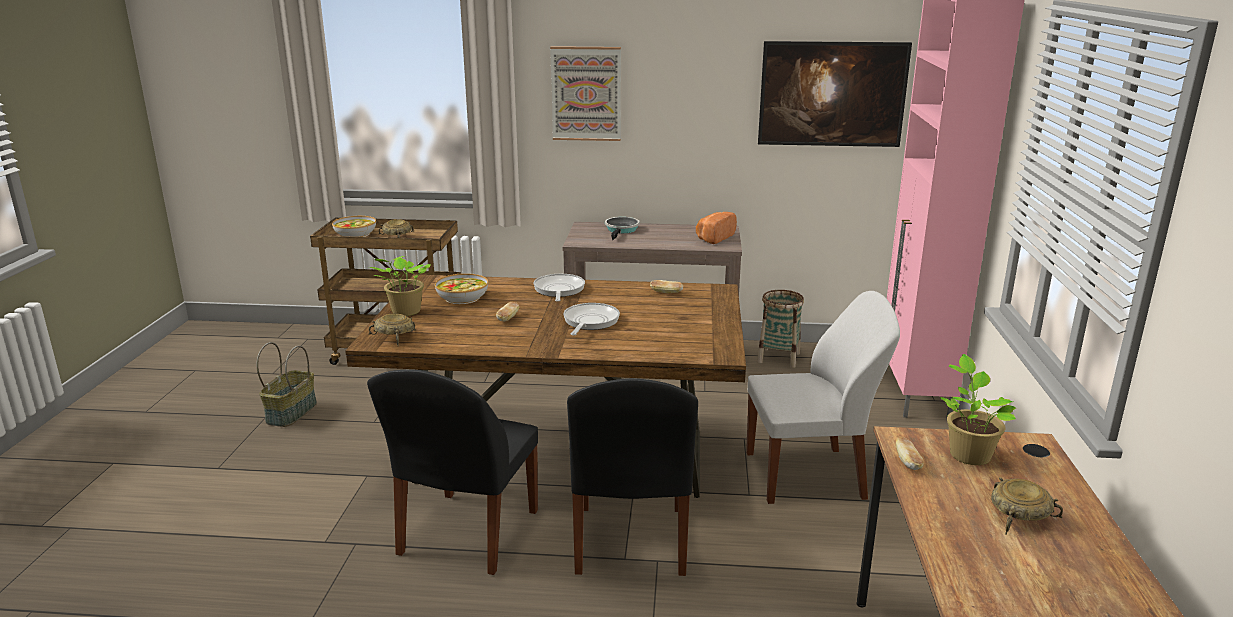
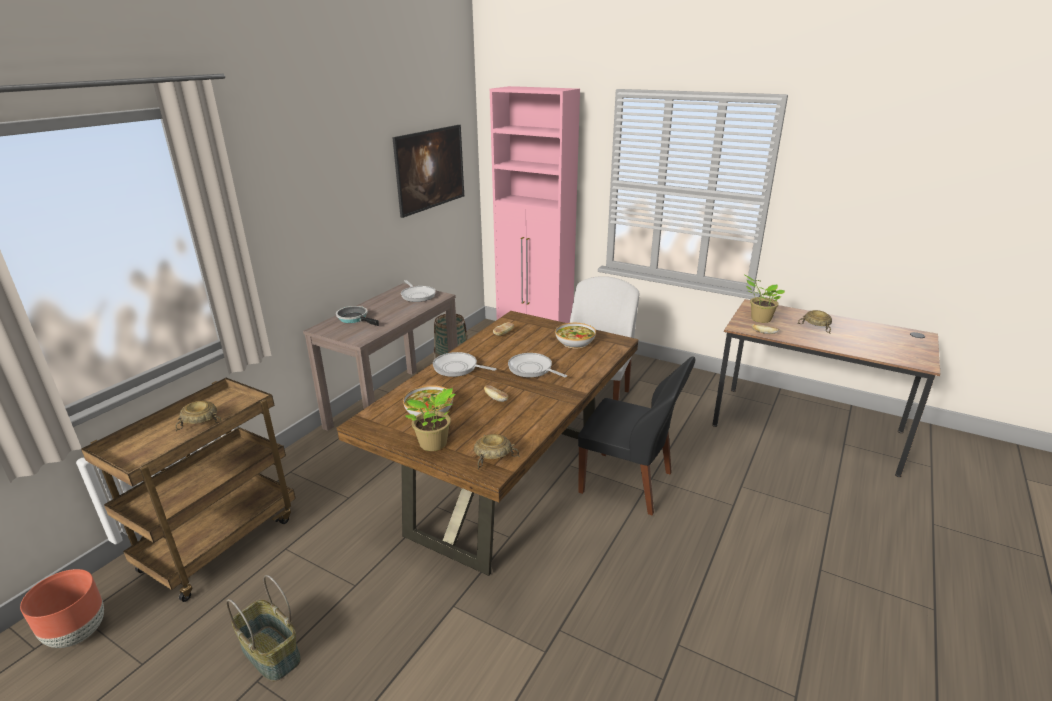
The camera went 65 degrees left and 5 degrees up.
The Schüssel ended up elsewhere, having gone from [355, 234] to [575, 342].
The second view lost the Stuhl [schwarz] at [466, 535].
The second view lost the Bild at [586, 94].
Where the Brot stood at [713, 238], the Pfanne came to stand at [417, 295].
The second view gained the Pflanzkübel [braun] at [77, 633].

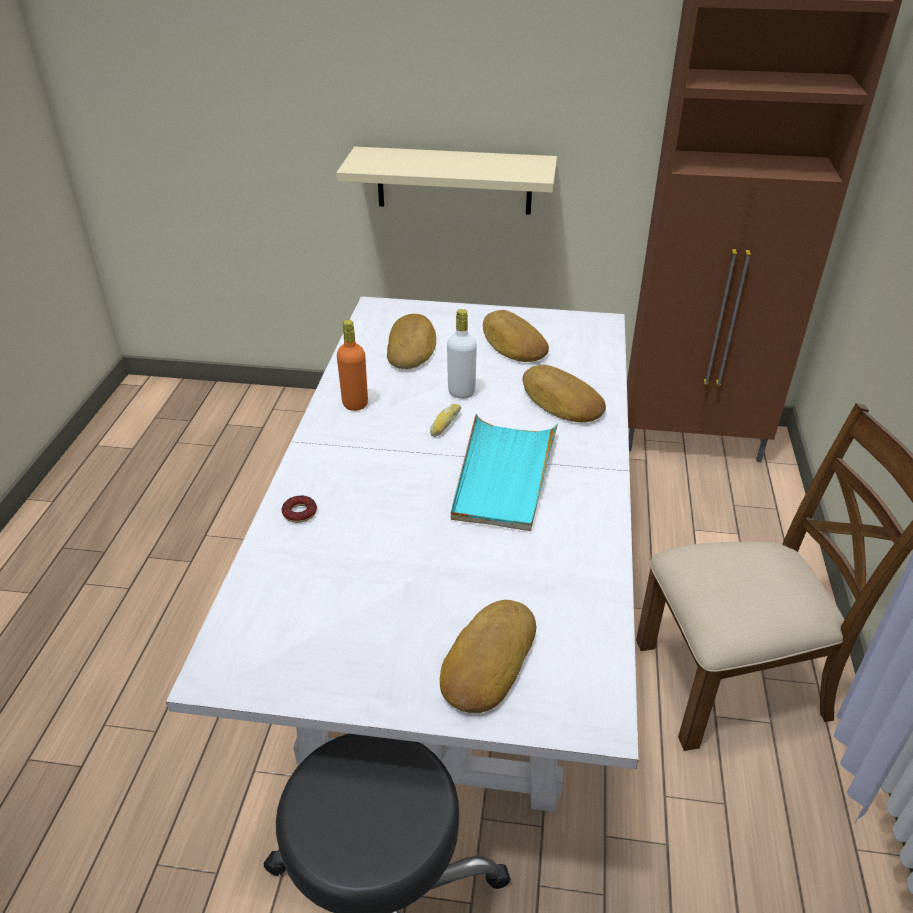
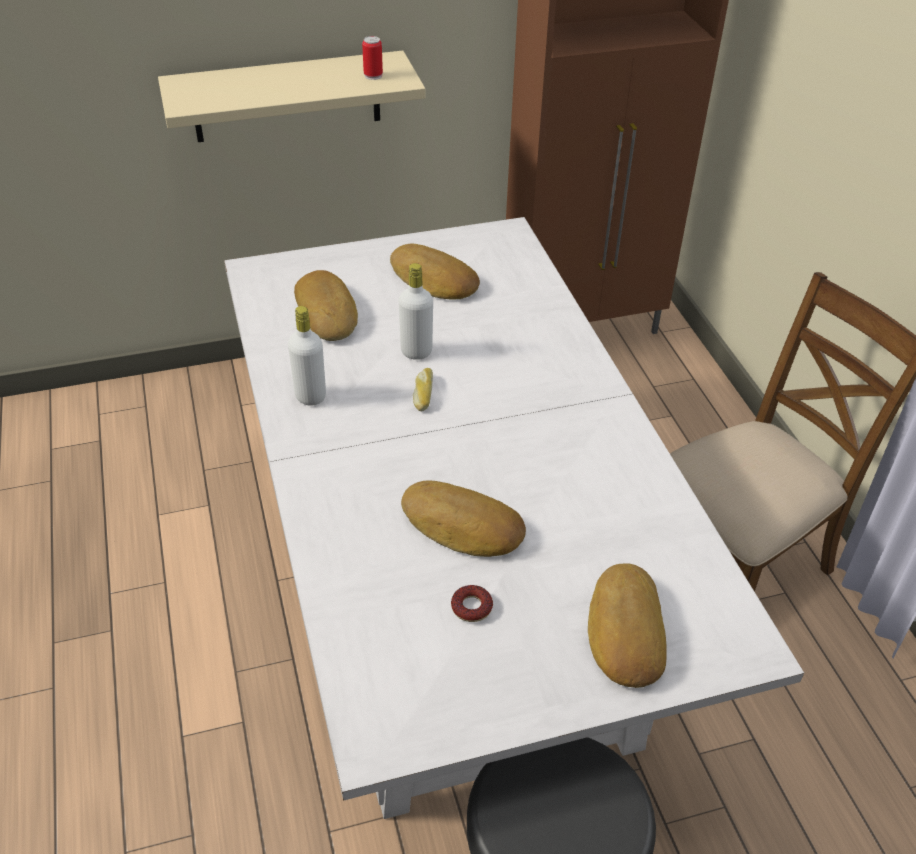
The camera went 25 degrees left and 5 degrees up.
The Donut ended up elsewhere, having gone from [300, 513] to [471, 607].
What was the Flasche [orange] at [355, 404] turned into the Flasche [weiß] at [310, 396].
The second view lost the Tablett [türkis] at [503, 476].
The Brot ended up elsewhere, having gone from [560, 402] to [462, 527].
The second view gained the Dose at [373, 75].

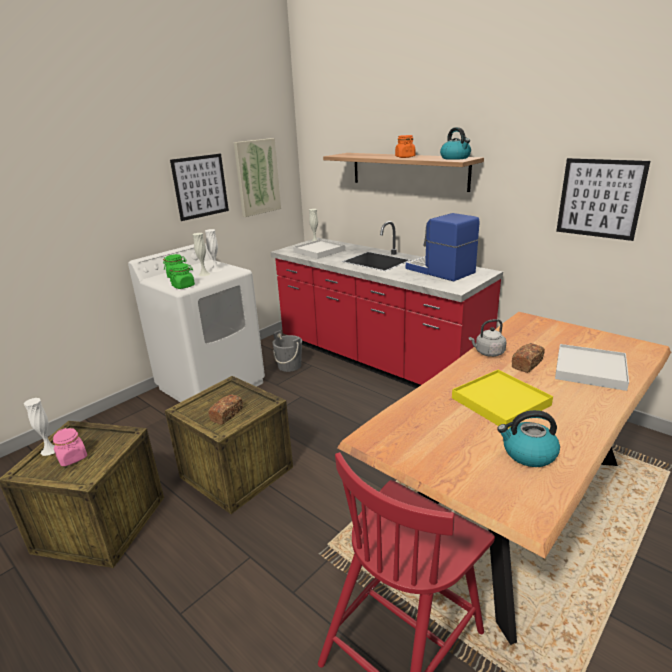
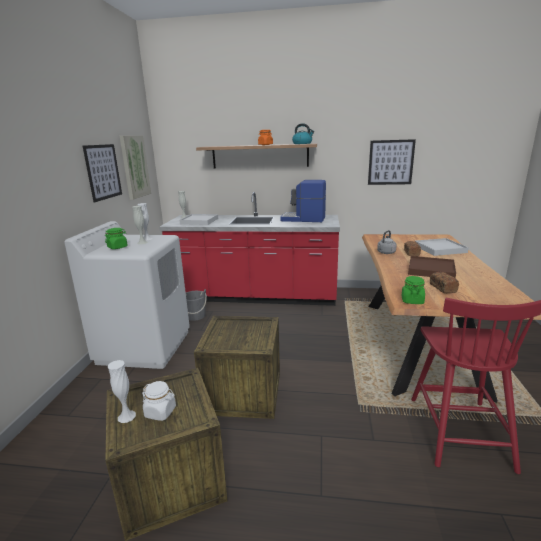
The camera went 35 degrees left and 5 degrees down.
What was the Vorratsglas [rosa] at [72, 458] turned into the Vorratsglas [weiß] at [160, 412].
The Vorratsglas [grün] ended up elsewhere, having gone from [183, 286] to [412, 300].
The Brot ended up elsewhere, having gone from [226, 415] to [442, 288].
What was the Tablett [gelb] at [500, 402] turned into the Tablett [braun] at [431, 270].
The second view lost the Wasserkessel at [528, 454].

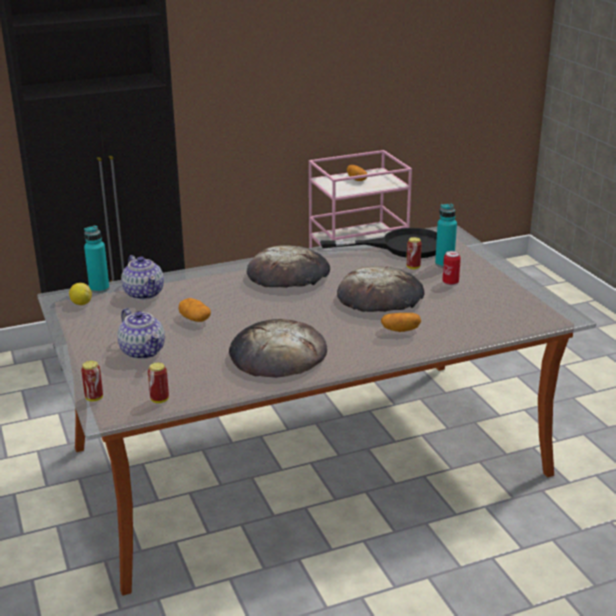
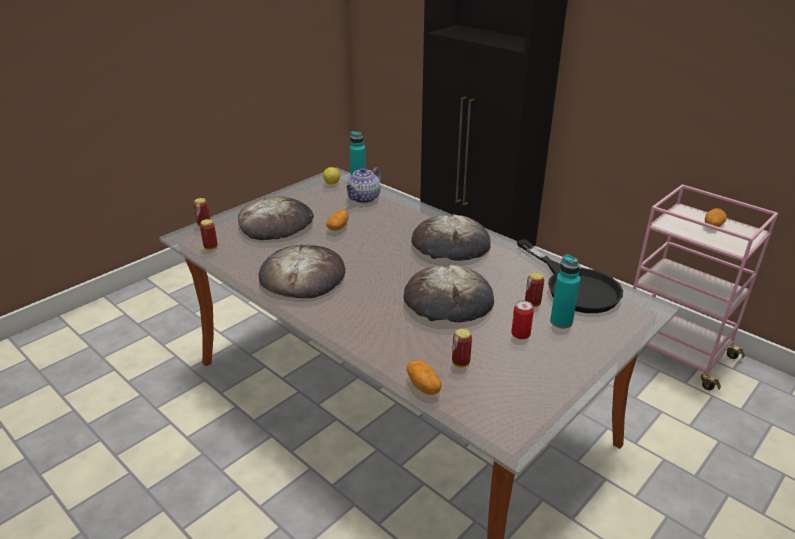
The camera went 65 degrees right and 5 degrees up.
Where the Teekanne stood at [143, 351], the Brot came to stand at [276, 223].
The Kartoffel ended up elsewhere, having gone from [400, 330] to [423, 386].
The second view gained the Dose at [460, 363].

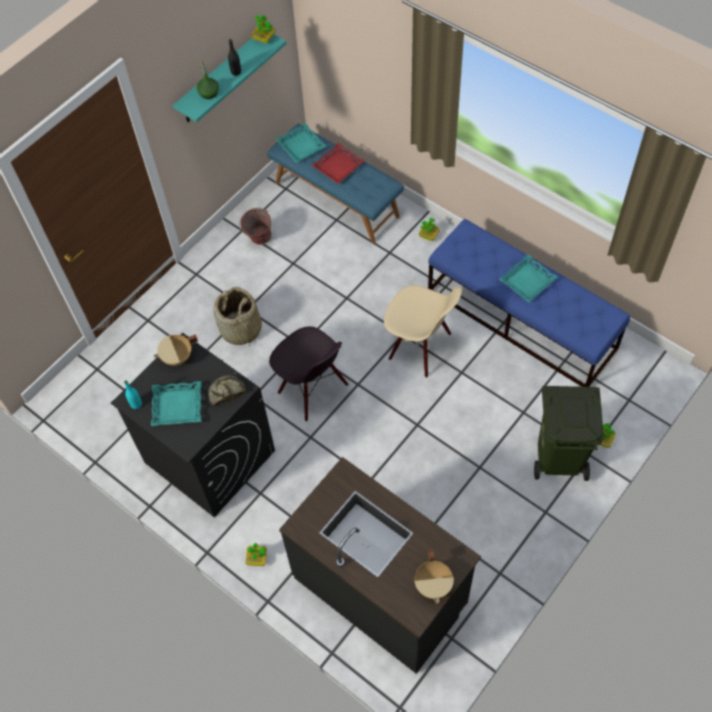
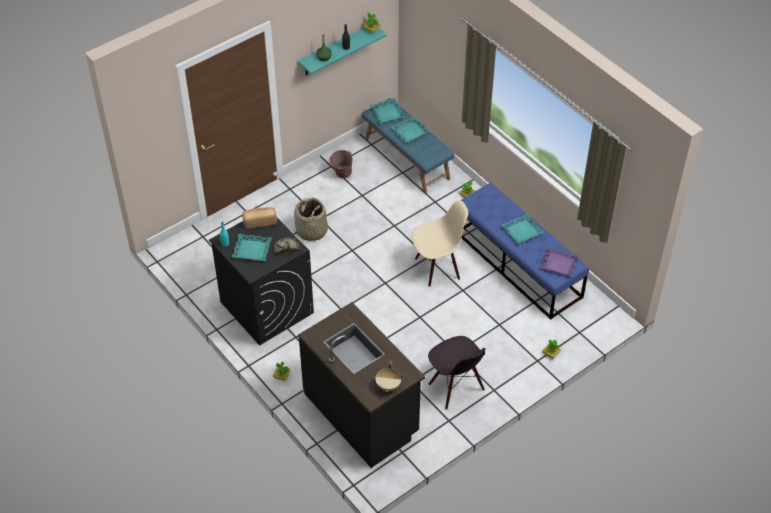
The camera went 10 degrees right and 10 degrees down.
Where the Kochtopf [beige] stood at [177, 358], the Brot came to stand at [260, 222].
The Stuhl [schwarz] ended up elsewhere, having gone from [312, 389] to [455, 387].
What was the Tablett [rot] at [338, 167] turned into the Tablett [türkis] at [410, 132].
The Stuhl [beige] at [419, 347] ended up facing another way, 60 degrees counterclockwise from before.
The second view lost the Mülleimer [grün] at [560, 457].
The second view gained the Tablett [lila] at [558, 264].

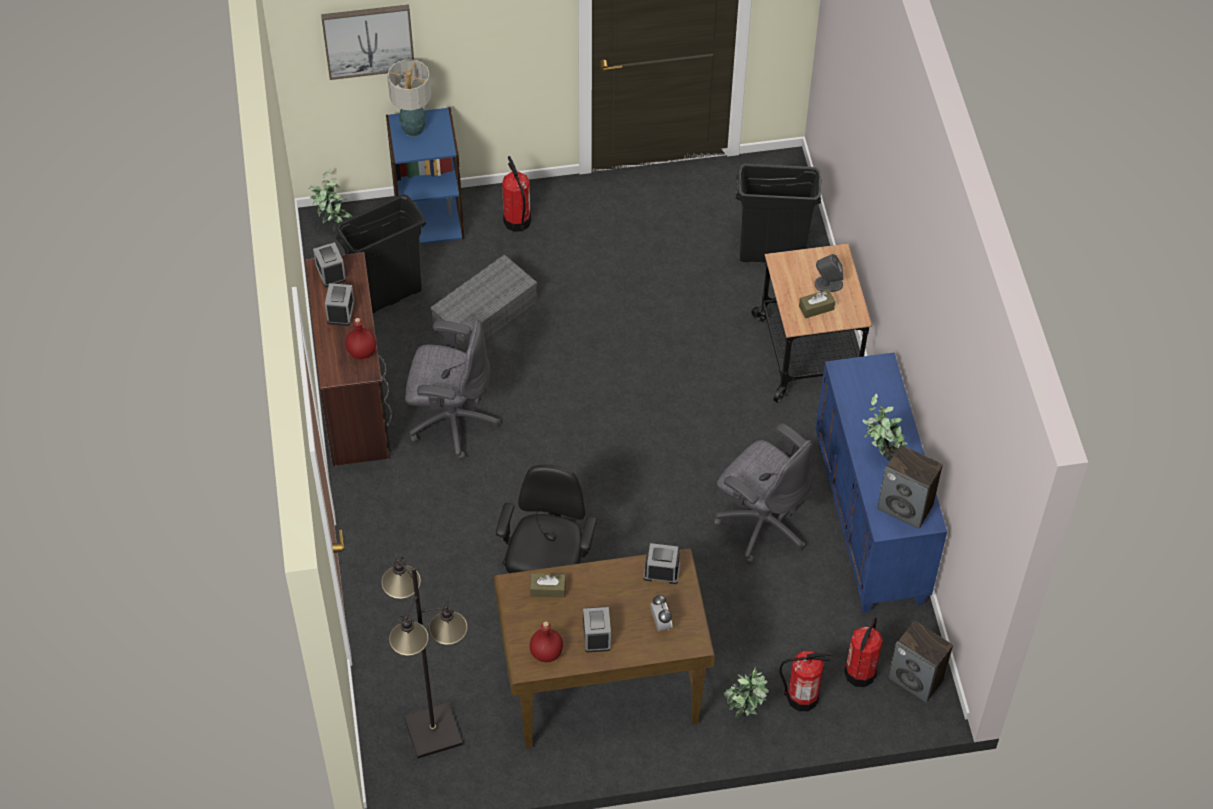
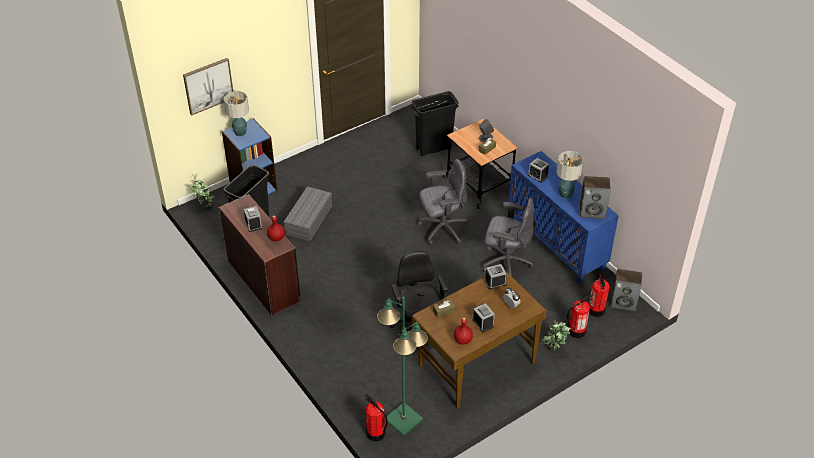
The camera went 25 degrees left and 10 degrees down.
The Wecker ended up elsewhere, having gone from [330, 272] to [537, 175].
What was the Stehlampe [schwarz] at [433, 730] turned into the Stehlampe [grün] at [403, 419].
The Bürostuhl [grau] ended up elsewhere, having gone from [451, 421] to [442, 229].
The Feuerlöscher ended up elsewhere, having gone from [517, 221] to [376, 433].
Where the Topfpflanze stood at [880, 455], the Tischlampe came to stand at [565, 194].

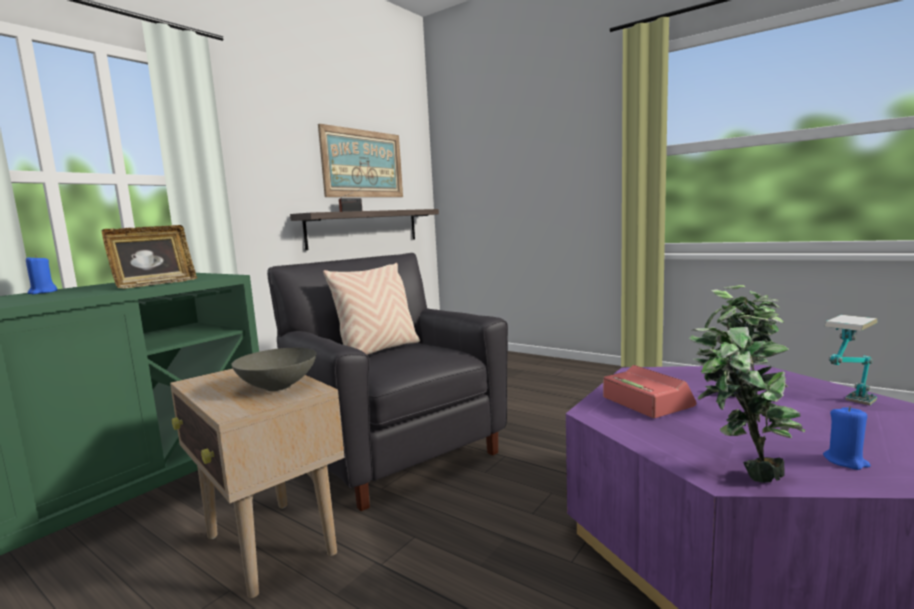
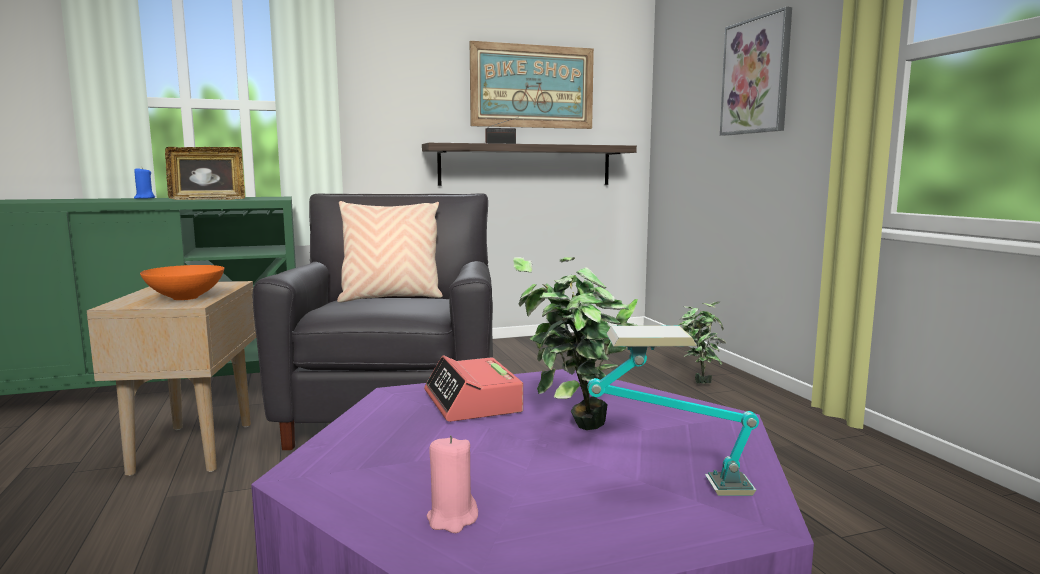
The camera went 35 degrees right and 0 degrees up.
What was the Schüssel [grau] at [279, 386] turned into the Schüssel [orange] at [186, 298].
The Wecker at [646, 402] ended up facing another way, 150 degrees clockwise from before.
The Topfpflanze ended up elsewhere, having gone from [740, 472] to [698, 381].
What was the Kerze [blau] at [845, 461] turned into the Kerze [rosa] at [452, 519].
The second view gained the Bild at [756, 76].

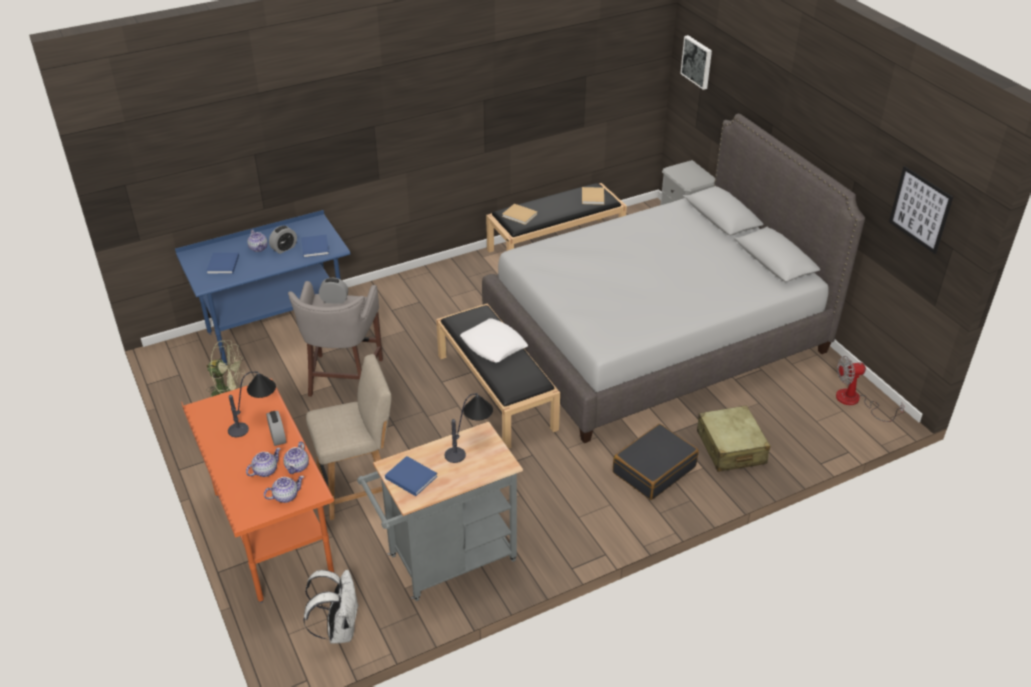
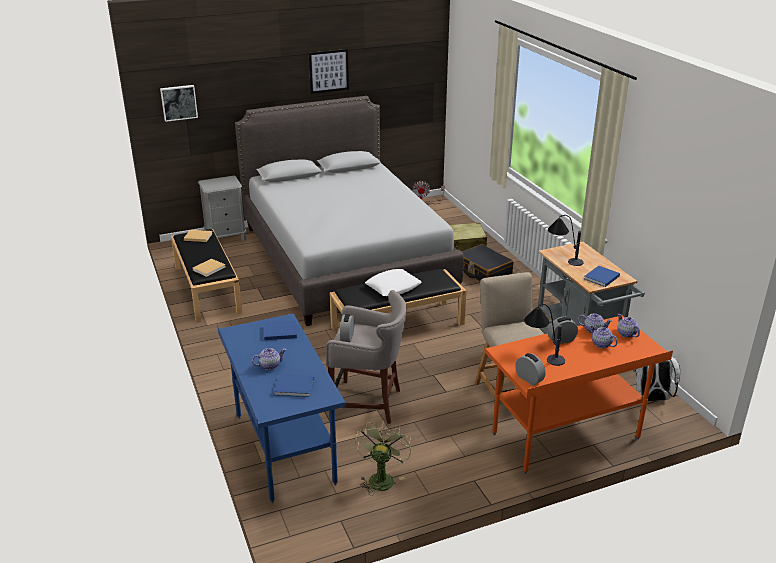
The camera went 85 degrees left and 10 degrees down.
The Wecker ended up elsewhere, having gone from [284, 248] to [529, 379].
The Bild ended up elsewhere, having gone from [920, 209] to [329, 71].

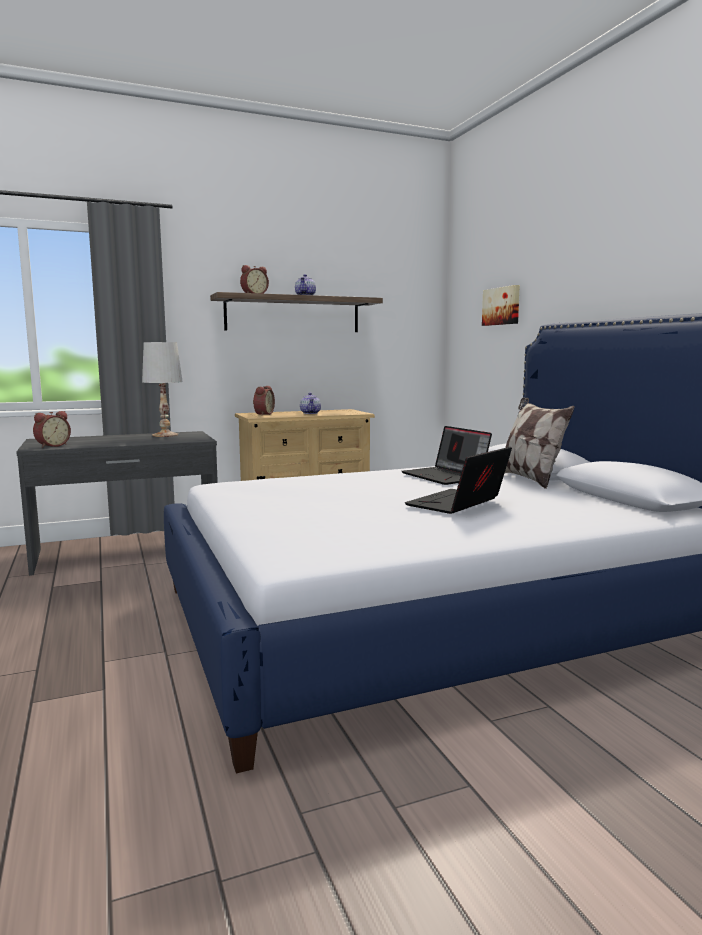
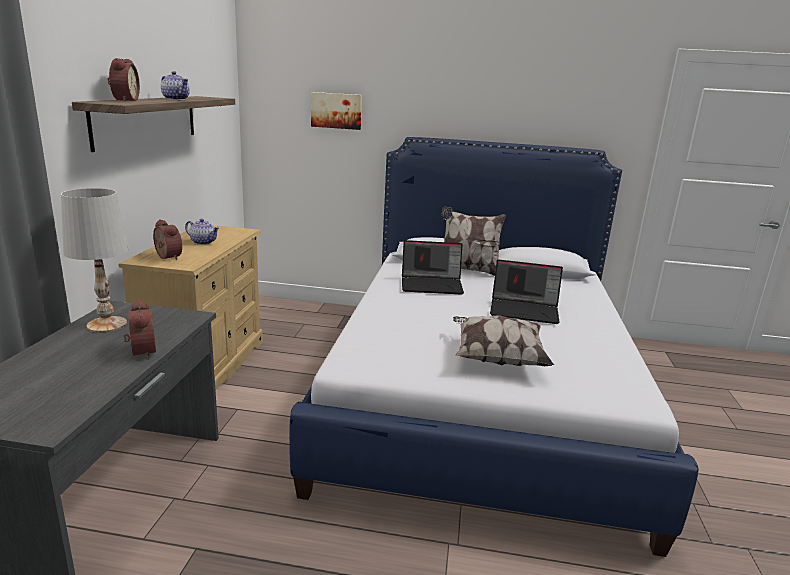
The camera went 60 degrees left and 10 degrees up.
The Wecker ended up elsewhere, having gone from [52, 446] to [141, 352].
The Laptop at [457, 504] ended up facing another way, 60 degrees counterclockwise from before.
The second view gained the Kissen at [496, 358].

